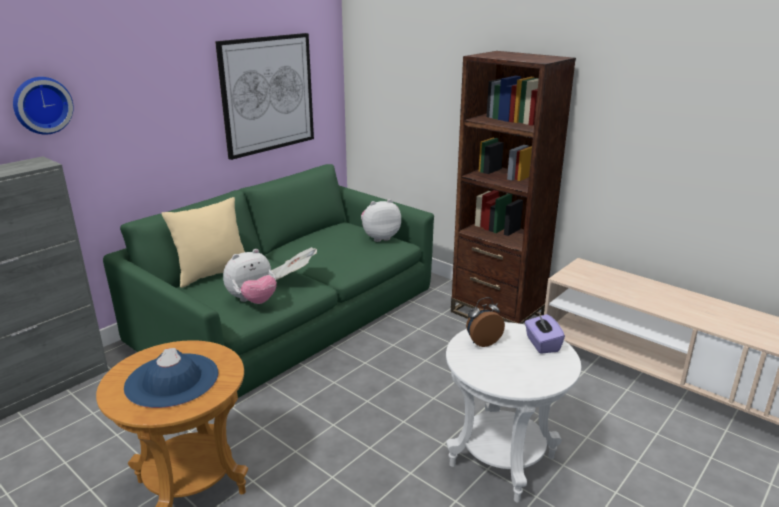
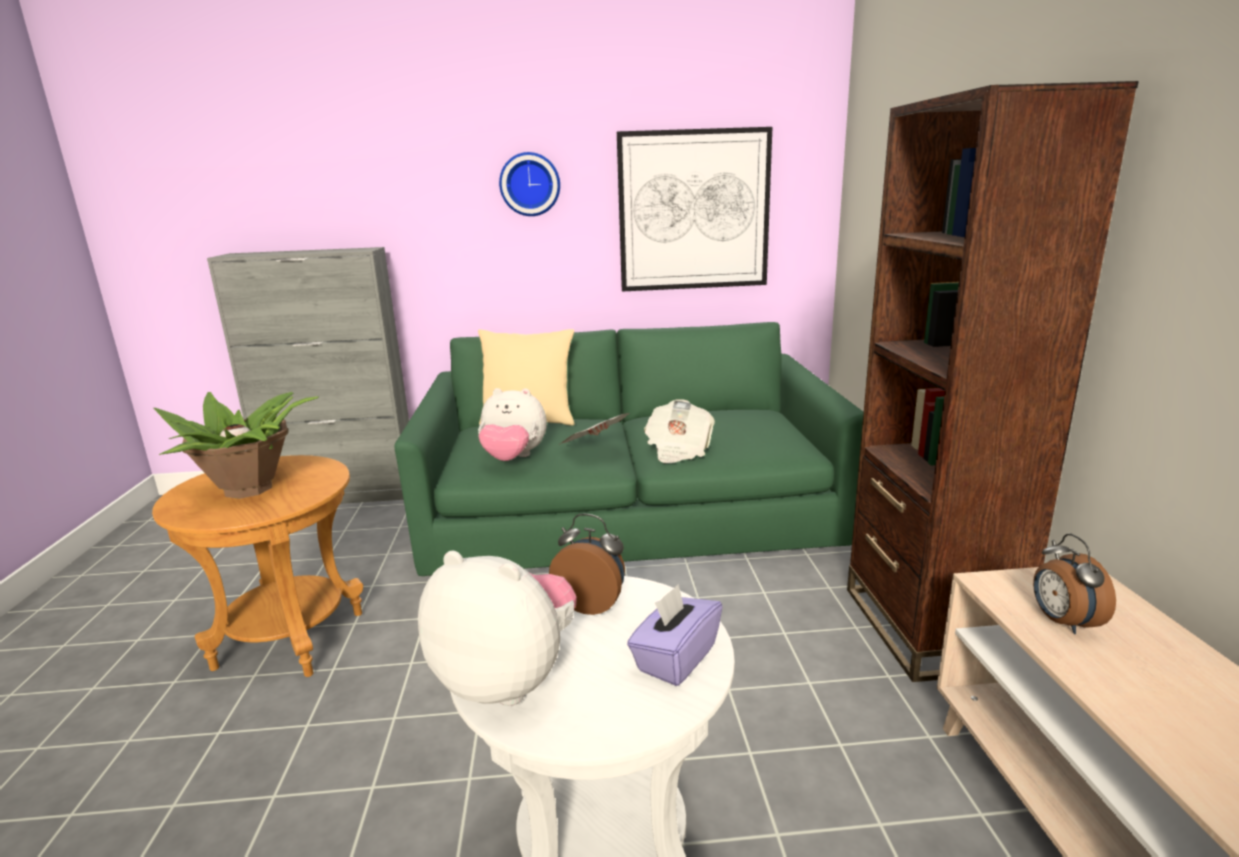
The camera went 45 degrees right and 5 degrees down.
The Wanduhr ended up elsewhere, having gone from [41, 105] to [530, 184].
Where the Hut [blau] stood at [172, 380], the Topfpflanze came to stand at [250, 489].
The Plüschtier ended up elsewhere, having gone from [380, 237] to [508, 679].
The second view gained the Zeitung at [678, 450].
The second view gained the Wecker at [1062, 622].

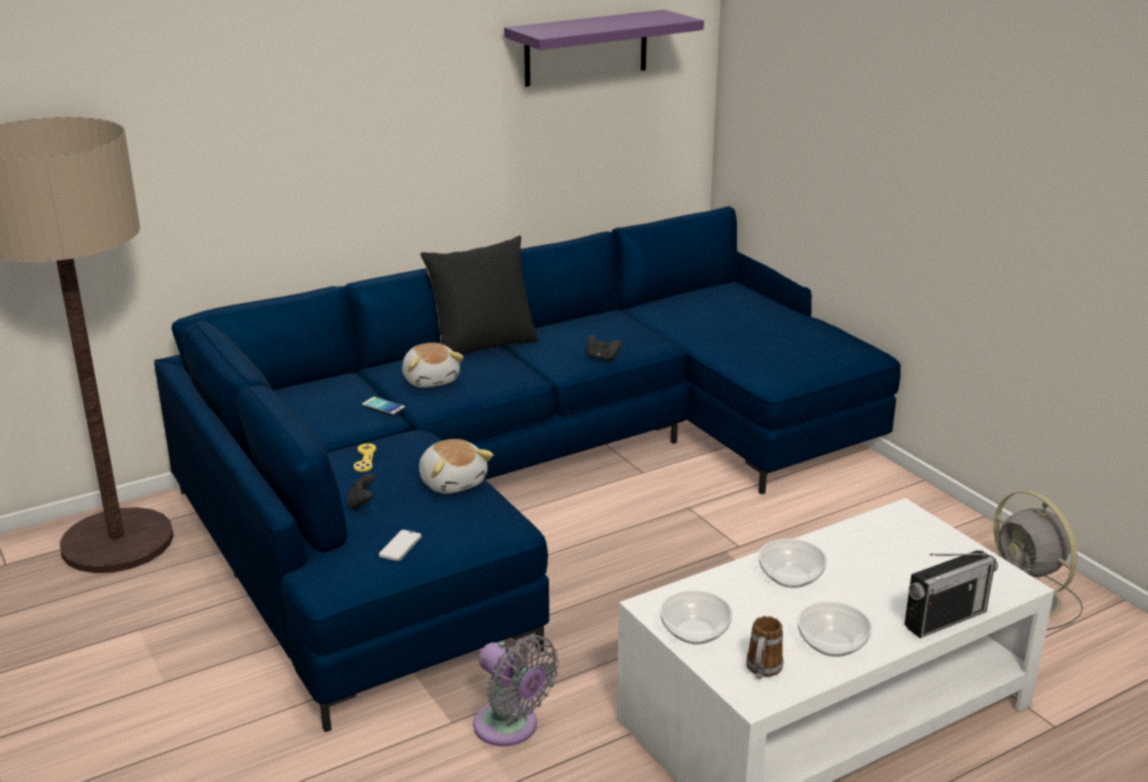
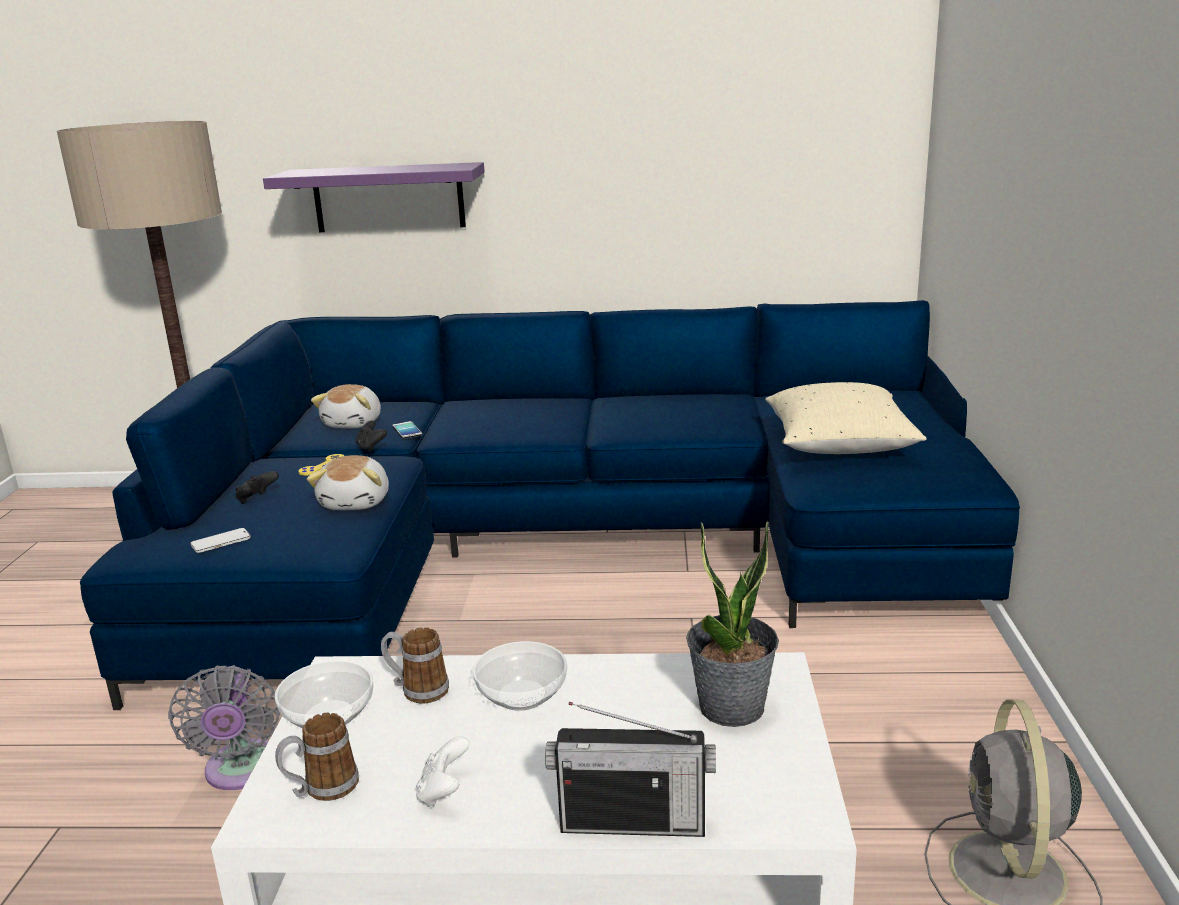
The camera went 35 degrees right and 5 degrees down.
The Plüschtier ended up elsewhere, having gone from [431, 380] to [354, 423].
The second view lost the Kissen [schwarz] at [482, 345].
The Wandregal [lila] ended up elsewhere, having gone from [586, 48] to [389, 198].
The Gamepad [schwarz] ended up elsewhere, having gone from [602, 358] to [371, 447].
Where the Schüssel stood at [831, 644], the Gamepad [weiß] came to stand at [444, 792].
The second view gained the Henkelbecher at [417, 690].
The second view gained the Topfpflanze at [732, 708].
The second view gained the Kissen [beige] at [839, 445].

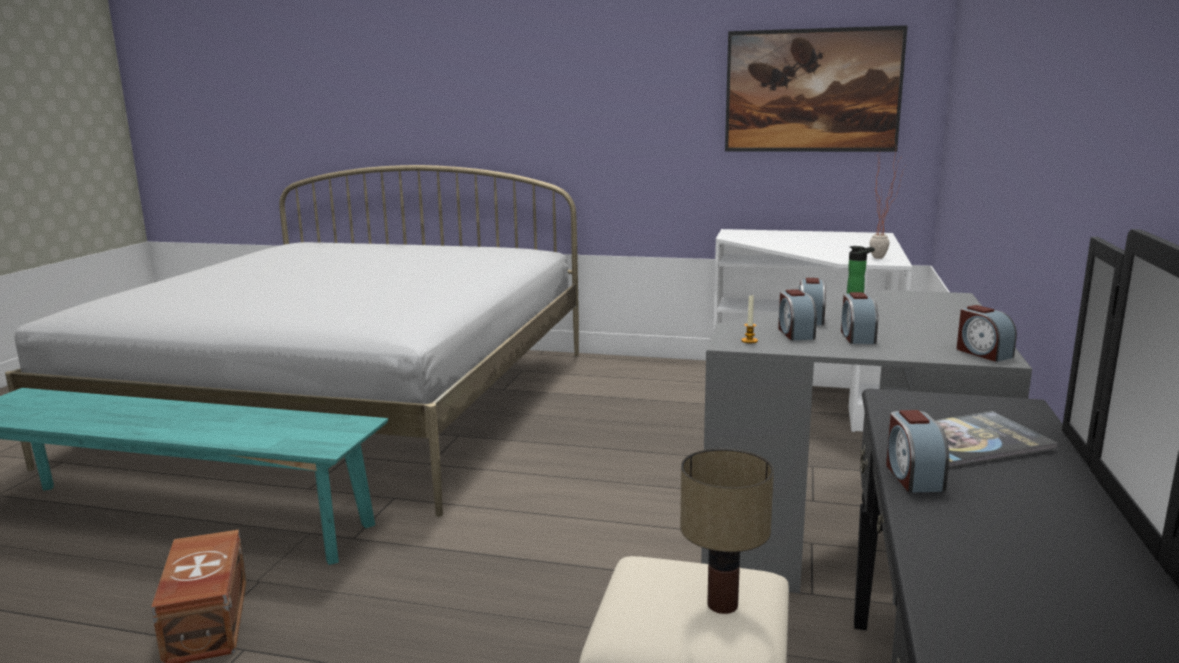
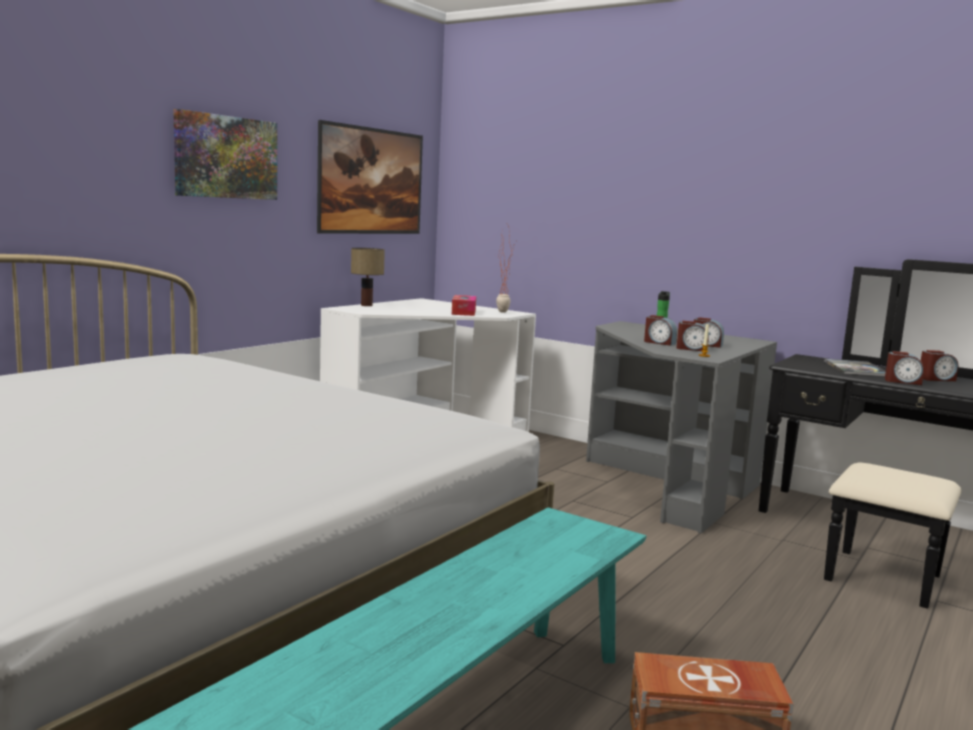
The camera went 70 degrees left and 5 degrees down.
The Tischlampe ended up elsewhere, having gone from [720, 604] to [366, 305].
The Wecker ended up elsewhere, having gone from [982, 353] to [936, 379].
The second view gained the Bild at [226, 157].
The second view gained the Taschentuchbox at [463, 312].

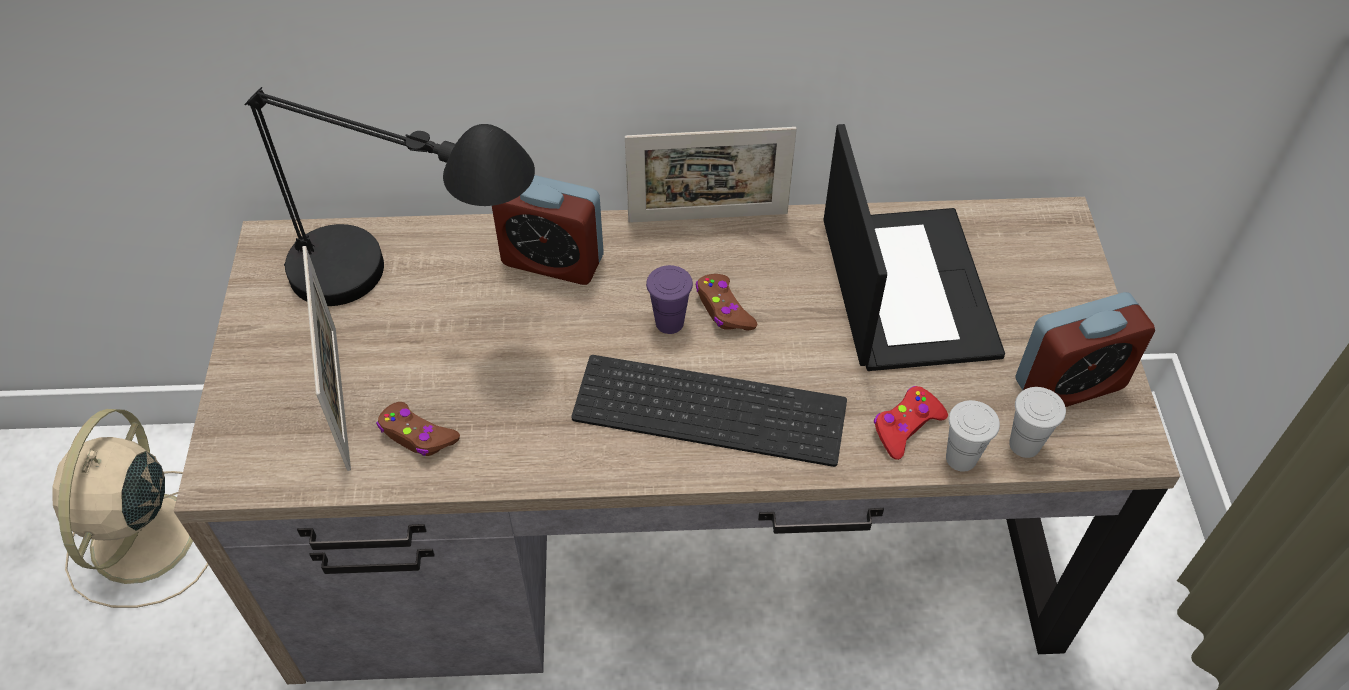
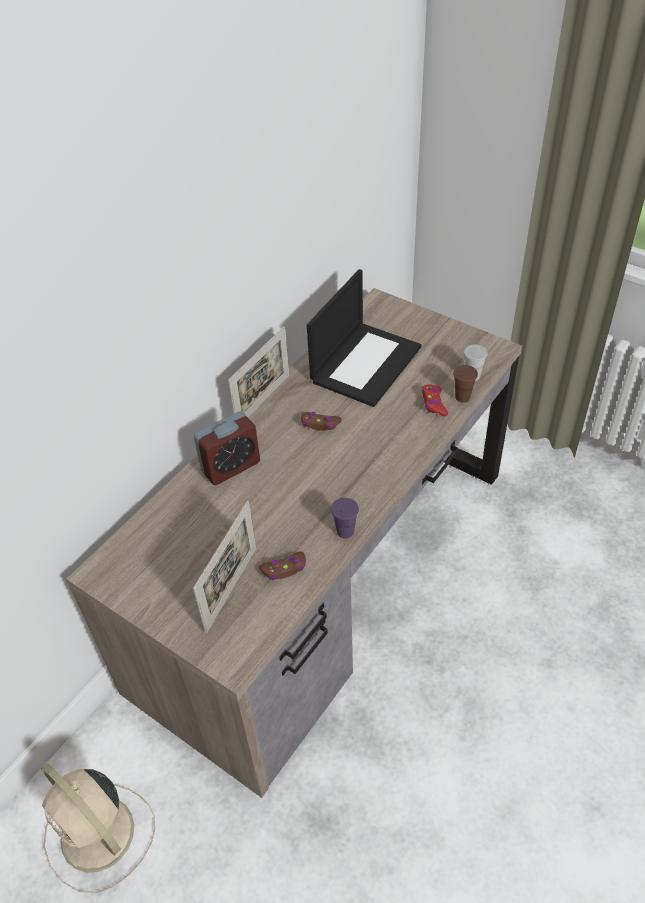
The camera went 50 degrees left and 5 degrees down.
The second view lost the Tischlampe [schwarz] at [410, 294].
The Bilderrahmen at [341, 396] ended up facing another way, 90 degrees clockwise from before.
The second view lost the Tastatur at [713, 407].
The Tasse [lila] ended up elsewhere, having gone from [669, 322] to [345, 531].
The Laptop at [905, 287] ended up facing another way, 90 degrees clockwise from before.
What was the Tasse [weiß] at [961, 458] turned into the Tasse [braun] at [462, 397].
The second view lost the Wecker at [1069, 384].

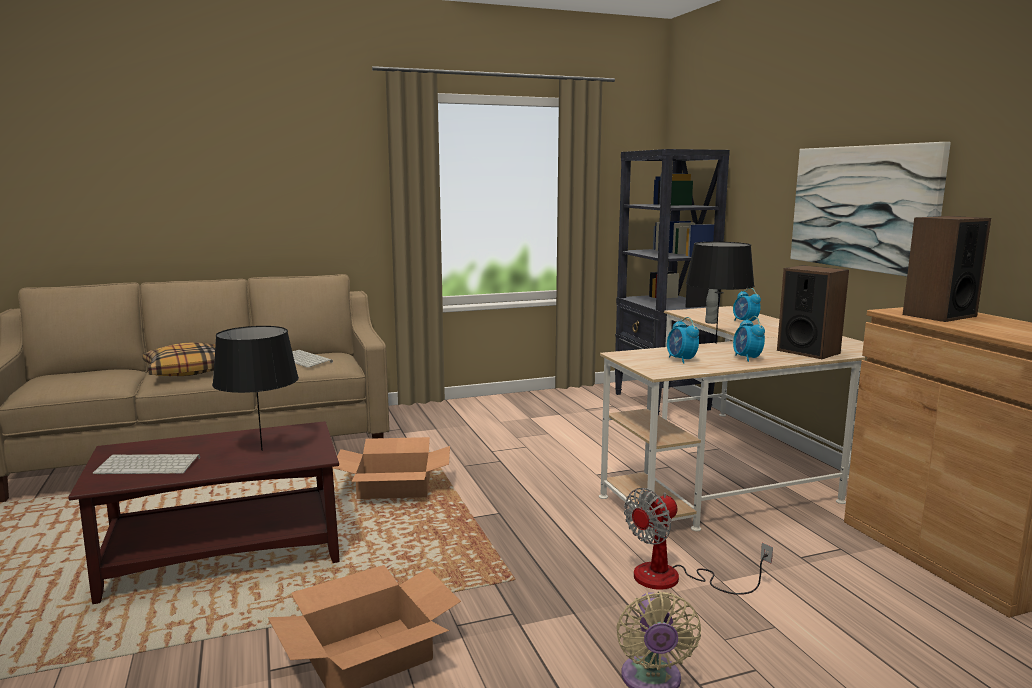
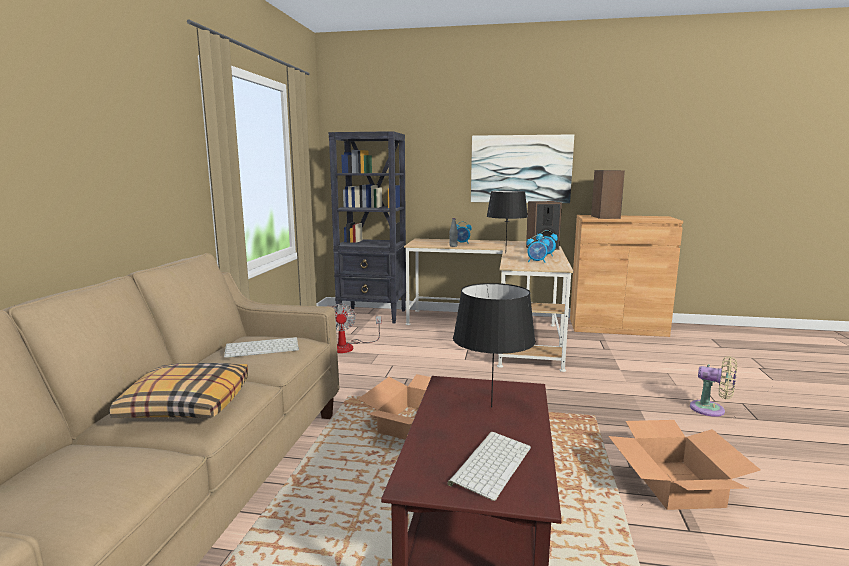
The camera went 60 degrees left and 0 degrees up.
The Ventilator ended up elsewhere, having gone from [674, 579] to [349, 347].

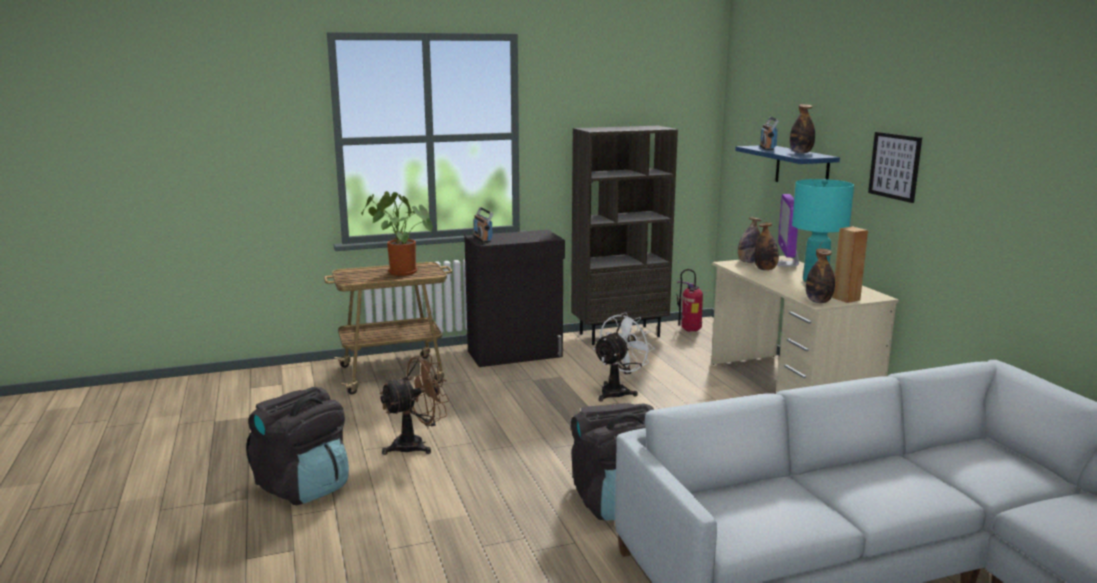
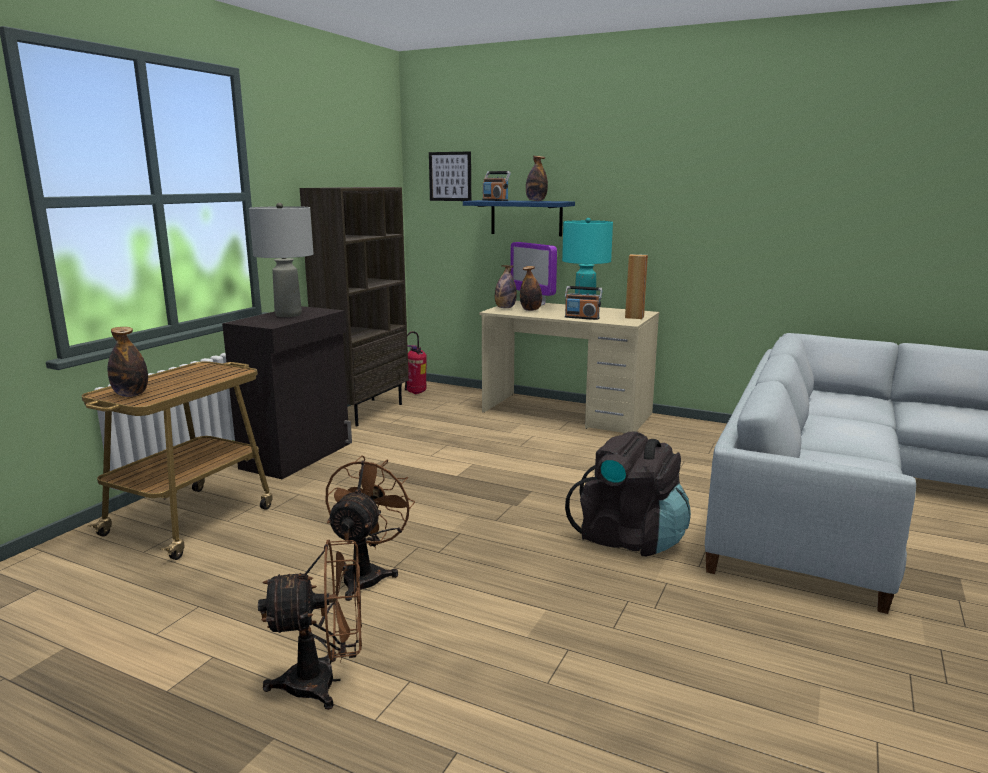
The camera went 45 degrees left and 0 degrees up.
Where the Rucksack [schwarz] stood at [303, 487], the Ventilator [braun] came to stand at [325, 682].
The second view lost the Topfpflanze at [399, 272].
The Radio ended up elsewhere, having gone from [482, 239] to [582, 318].
The second view lost the Ventilator [weiß] at [618, 391].
The Flasche ended up elsewhere, having gone from [818, 301] to [131, 394].
The Bild ended up elsewhere, having gone from [895, 166] to [450, 176].
The second view gained the Tischlampe [grau] at [289, 315].

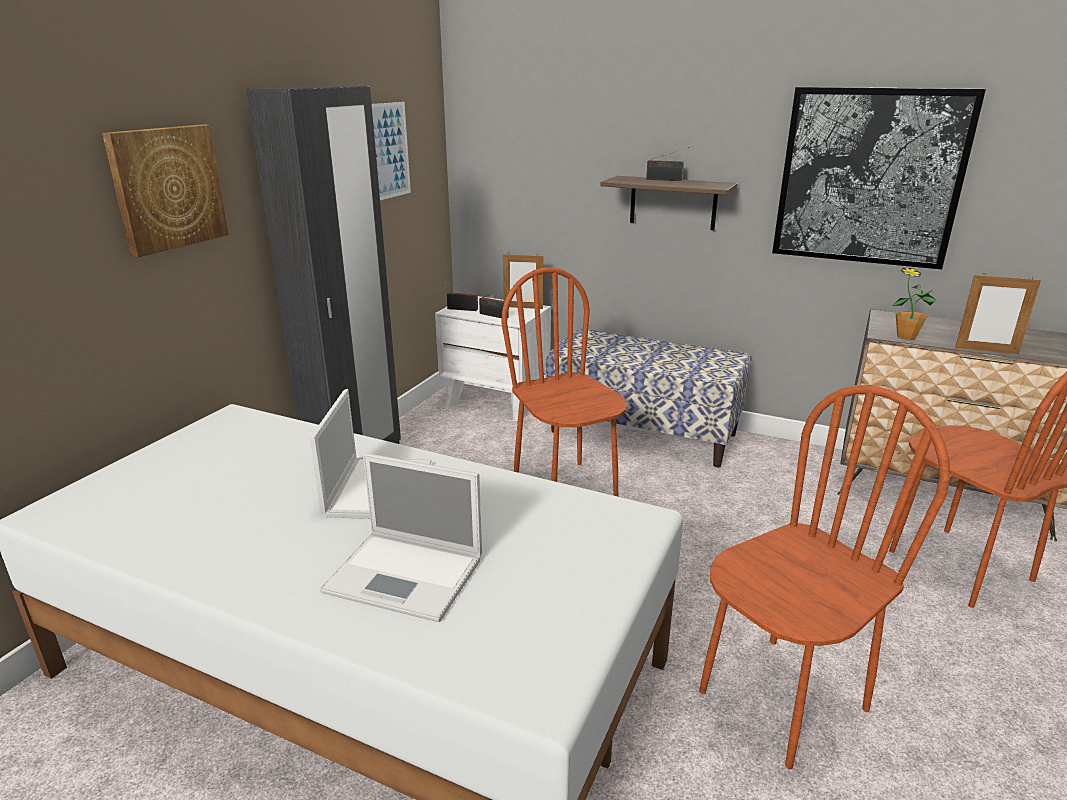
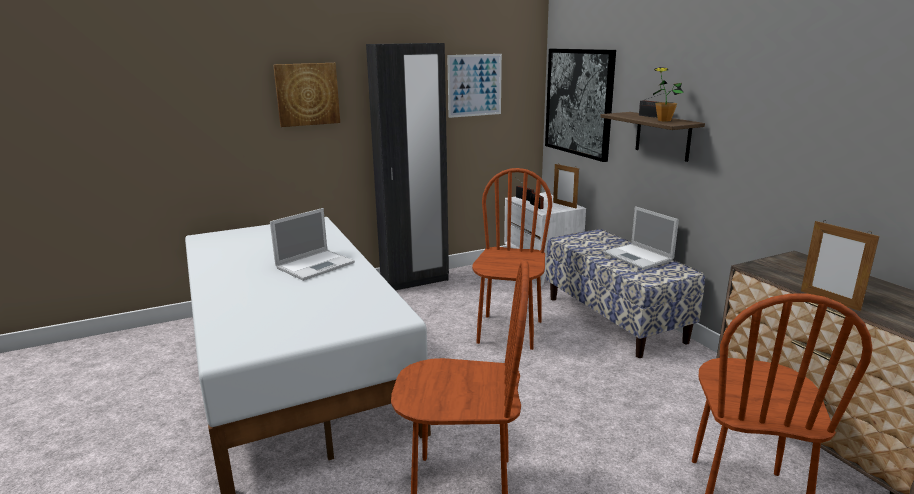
The camera went 40 degrees right and 5 degrees down.
The Laptop ended up elsewhere, having gone from [407, 575] to [639, 257].
The Bild ended up elsewhere, having gone from [869, 177] to [579, 102].
The Topfpflanze ended up elsewhere, having gone from [906, 337] to [664, 120].

